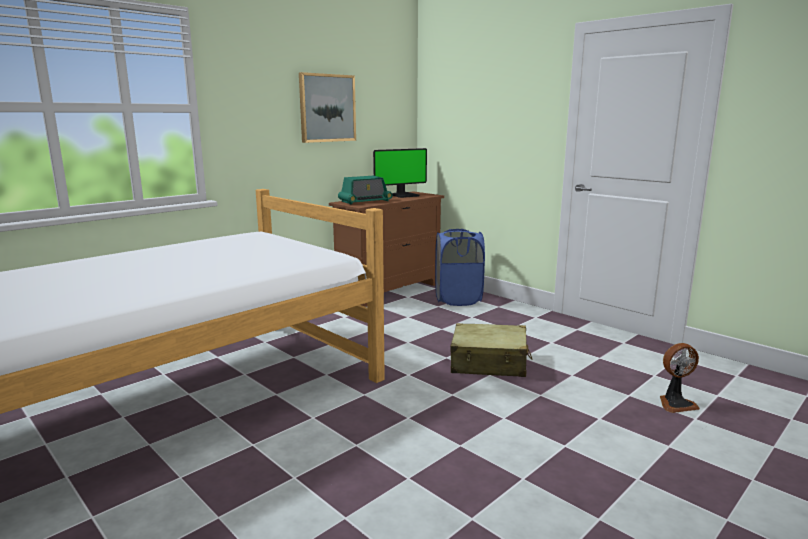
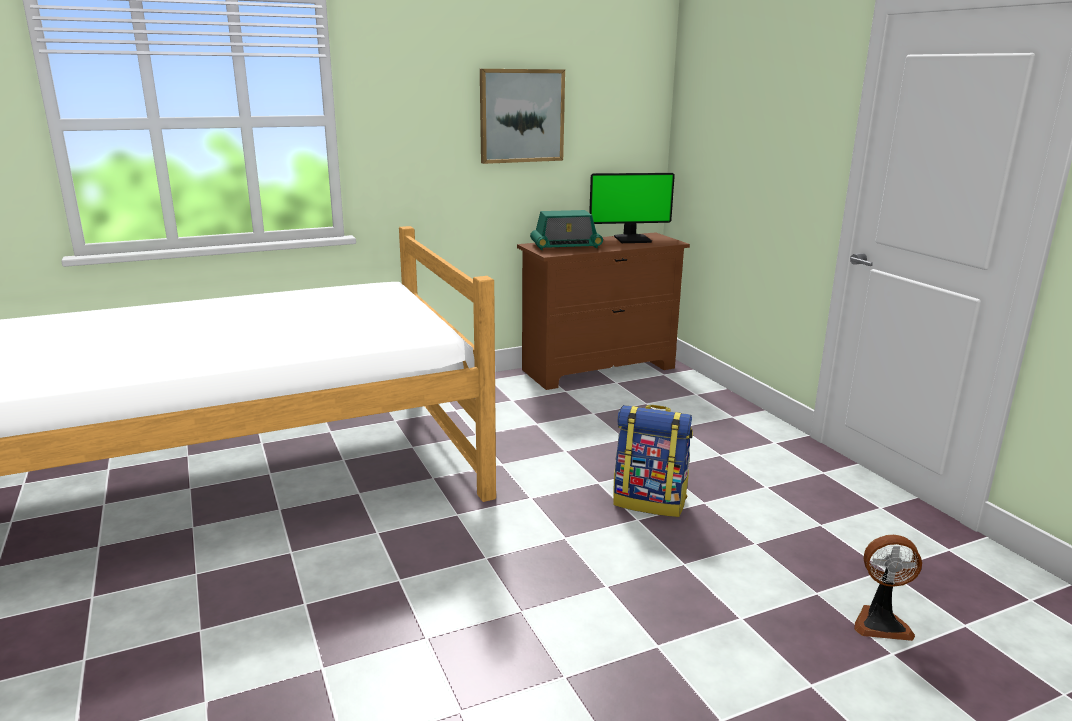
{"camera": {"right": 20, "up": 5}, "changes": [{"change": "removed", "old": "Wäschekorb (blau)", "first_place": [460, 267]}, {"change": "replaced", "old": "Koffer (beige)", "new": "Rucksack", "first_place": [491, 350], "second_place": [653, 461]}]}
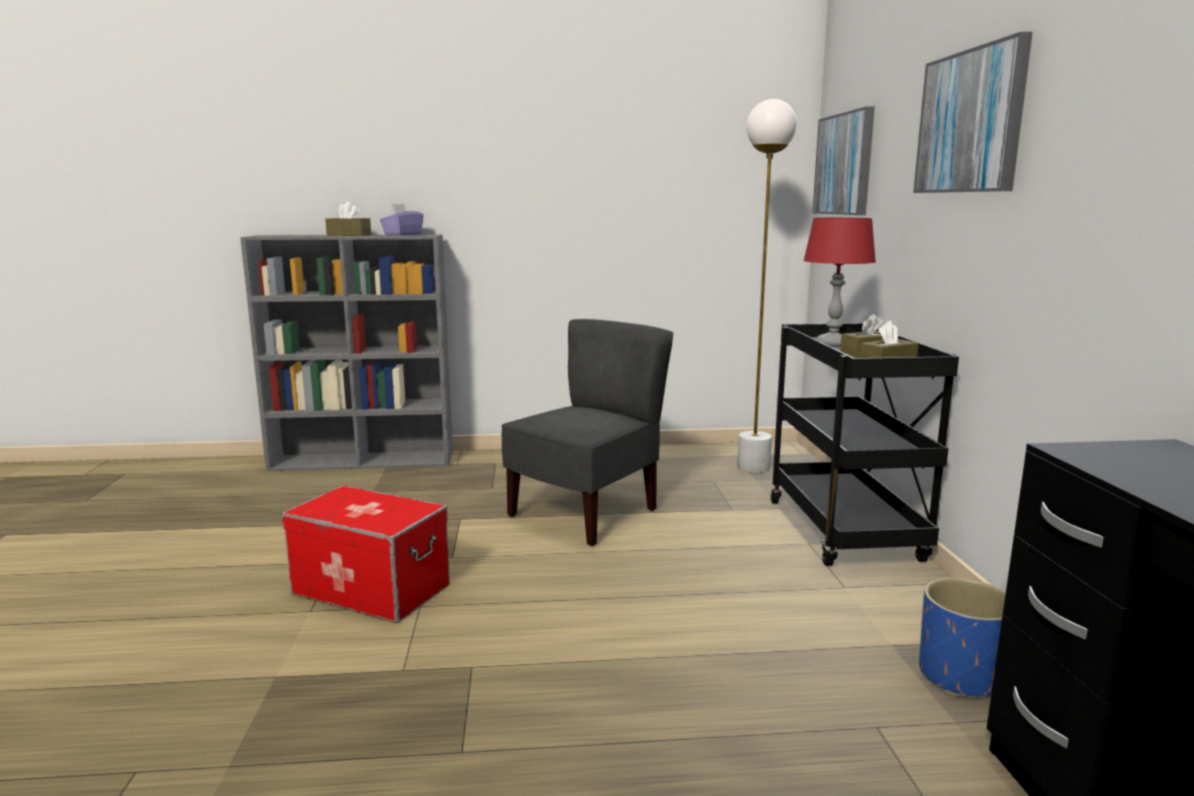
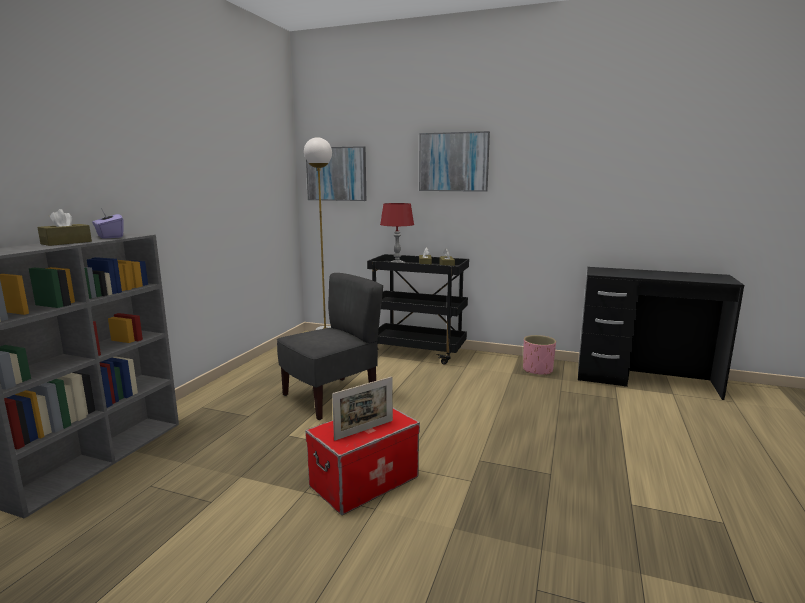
{"camera": {"right": -65, "up": 0}, "changes": [{"change": "added", "new": "Bilderrahmen", "second_place": [362, 409]}, {"change": "recoloured", "old": "Pflanzkübel (blau)", "new": "Pflanzkübel (rosa)", "first_place": [962, 637], "second_place": [539, 355]}, {"change": "turned", "old": "Stuhl (grau)", "first_place": [587, 432], "second_place": [330, 346], "degrees": 75}]}
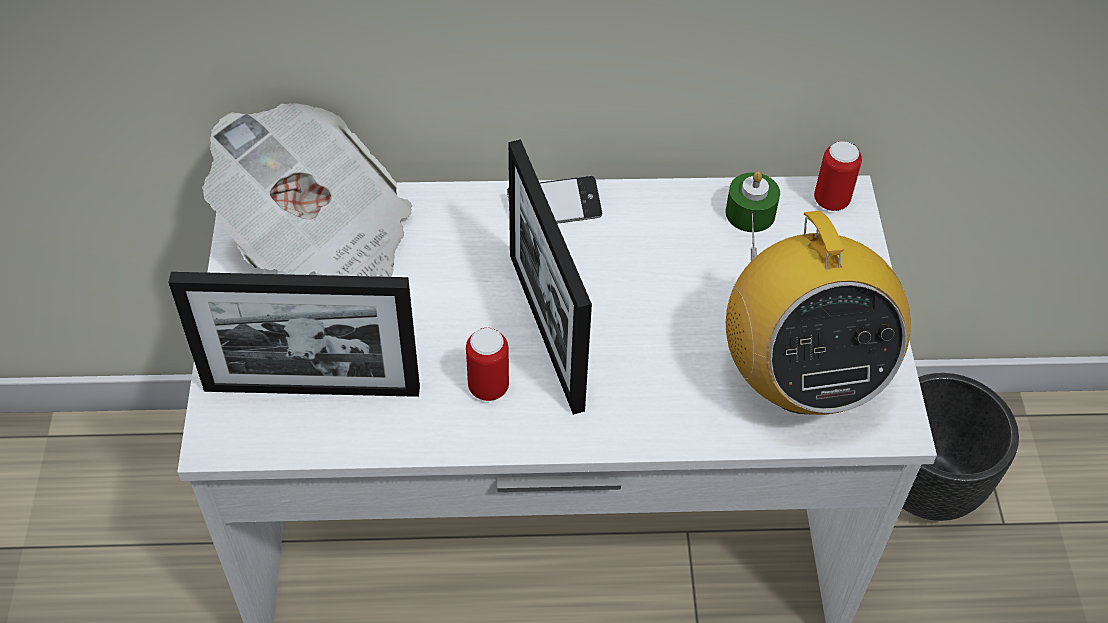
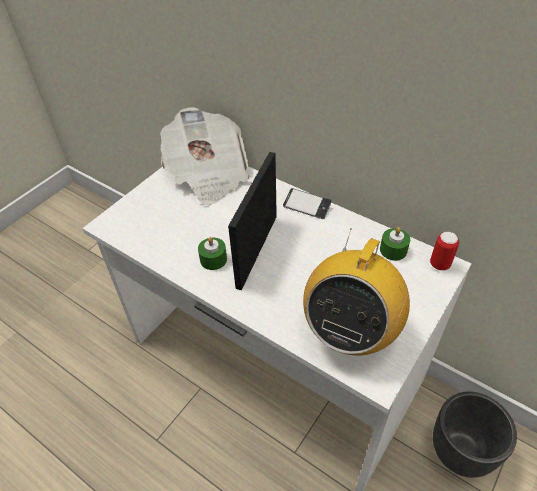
{"camera": {"right": 40, "up": -5}, "changes": [{"change": "removed", "old": "Bilderrahmen", "first_place": [294, 334]}, {"change": "replaced", "old": "Dose", "new": "Kerze (grün)", "first_place": [487, 364], "second_place": [212, 253]}]}
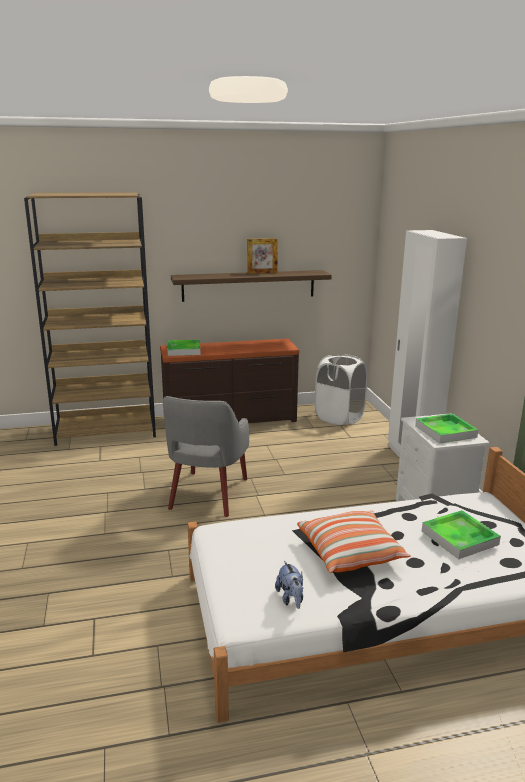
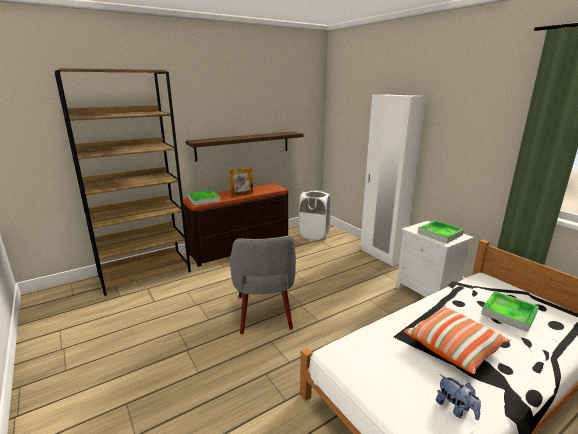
{"camera": {"right": -20, "up": 0}, "changes": [{"change": "moved", "old": "Bilderrahmen", "first_place": [262, 256], "second_place": [241, 182]}]}
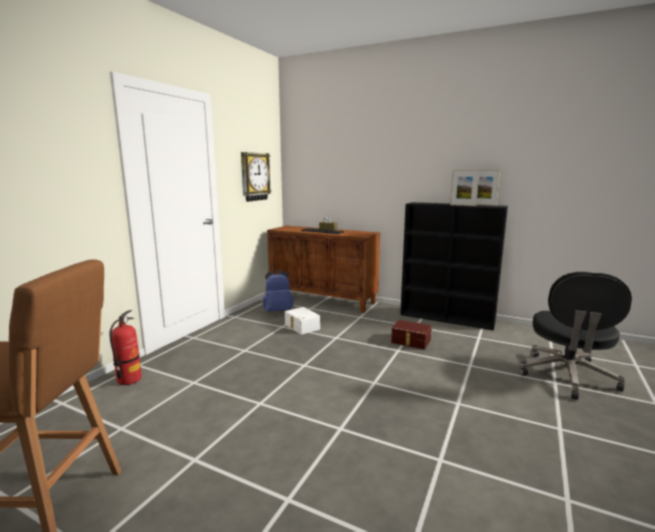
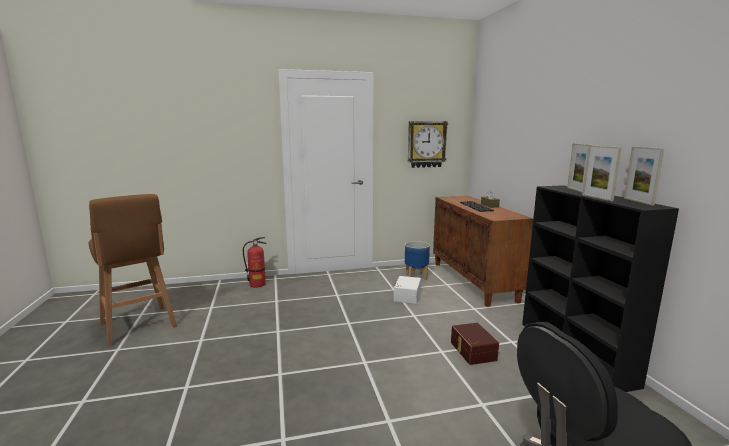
{"camera": {"right": 50, "up": 0}, "changes": [{"change": "added", "new": "Bilderrahmen", "second_place": [580, 167]}, {"change": "replaced", "old": "Rucksack (blau)", "new": "Pflanzkübel", "first_place": [278, 291], "second_place": [417, 260]}]}
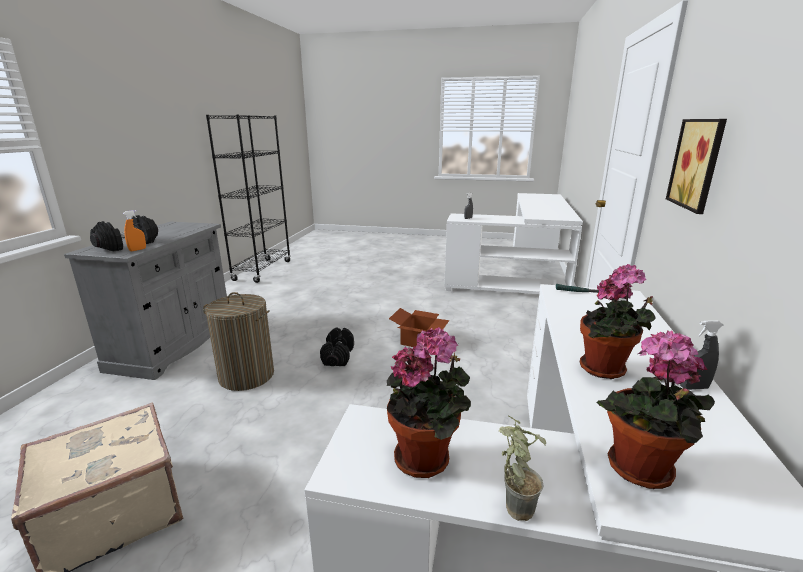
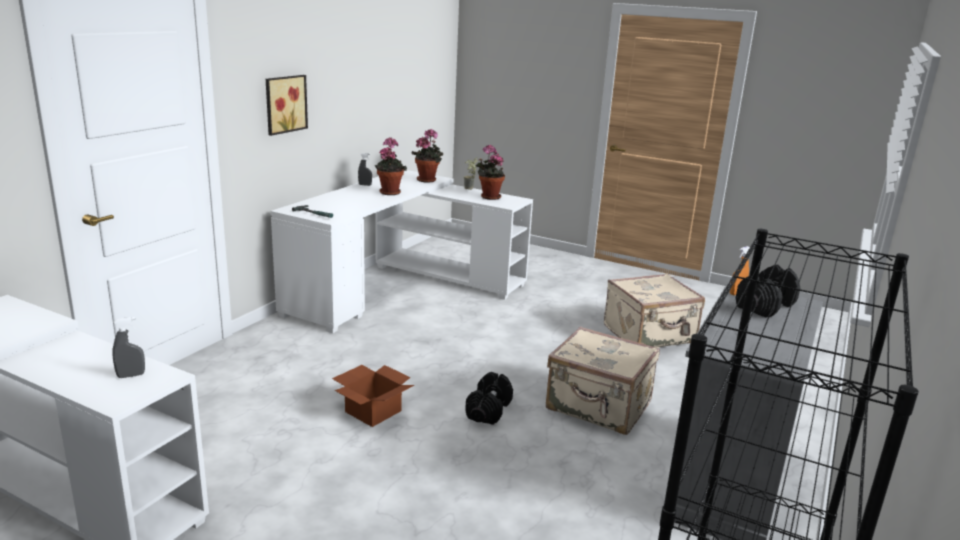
{"camera": {"right": -165, "up": 0}, "changes": [{"change": "replaced", "old": "Wäschekorb", "new": "Koffer (beige)", "first_place": [238, 341], "second_place": [603, 380]}]}
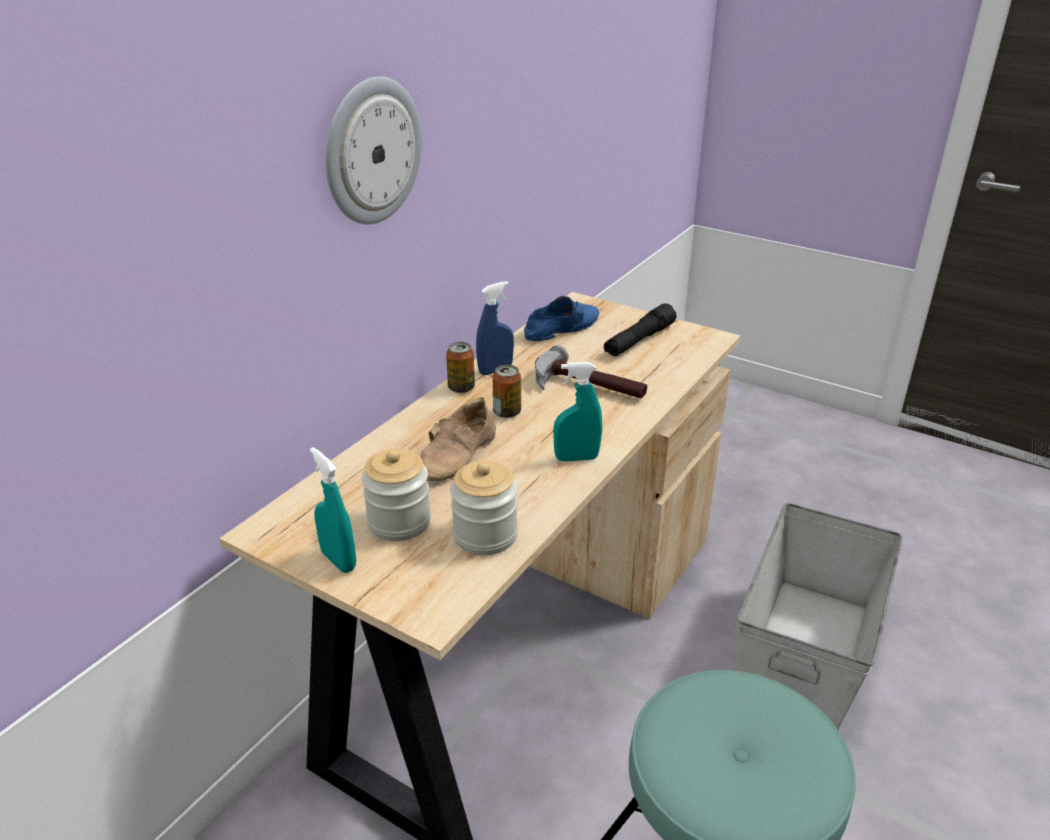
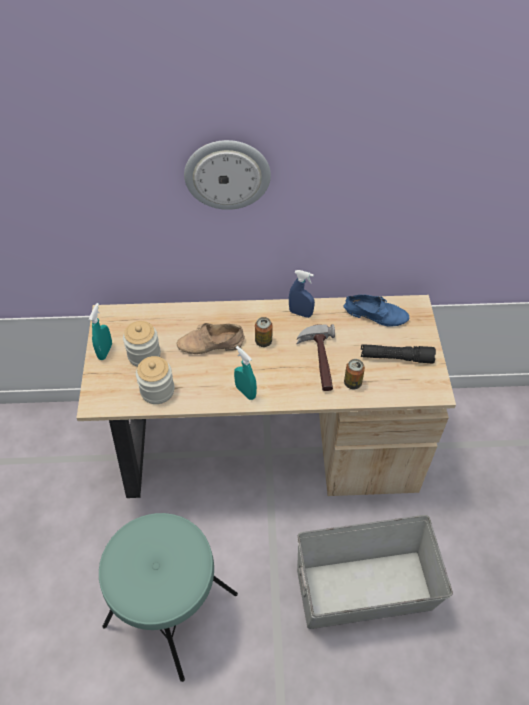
{"camera": {"right": 55, "up": 20}, "changes": [{"change": "moved", "old": "Dose", "first_place": [460, 367], "second_place": [354, 374]}]}
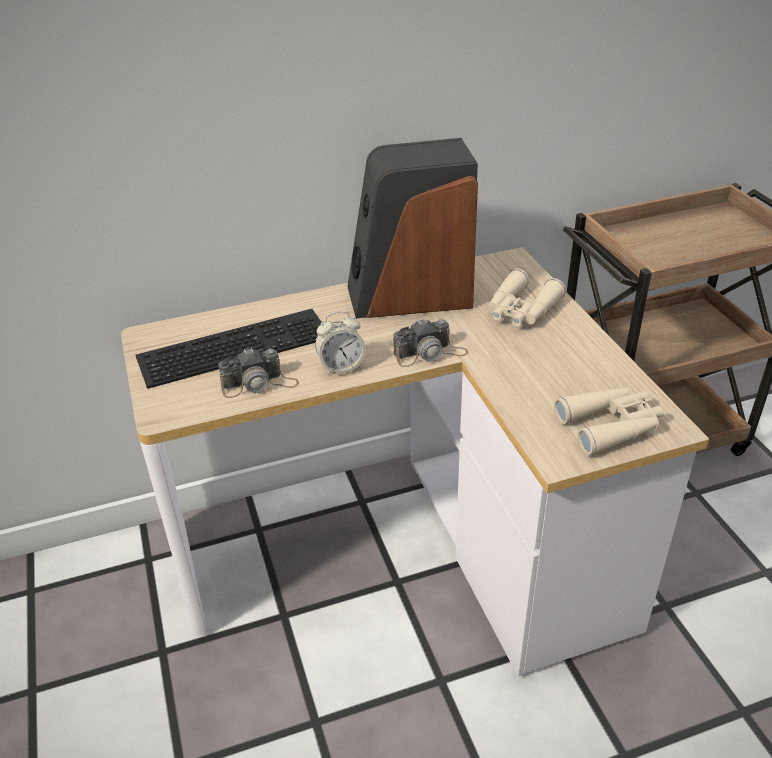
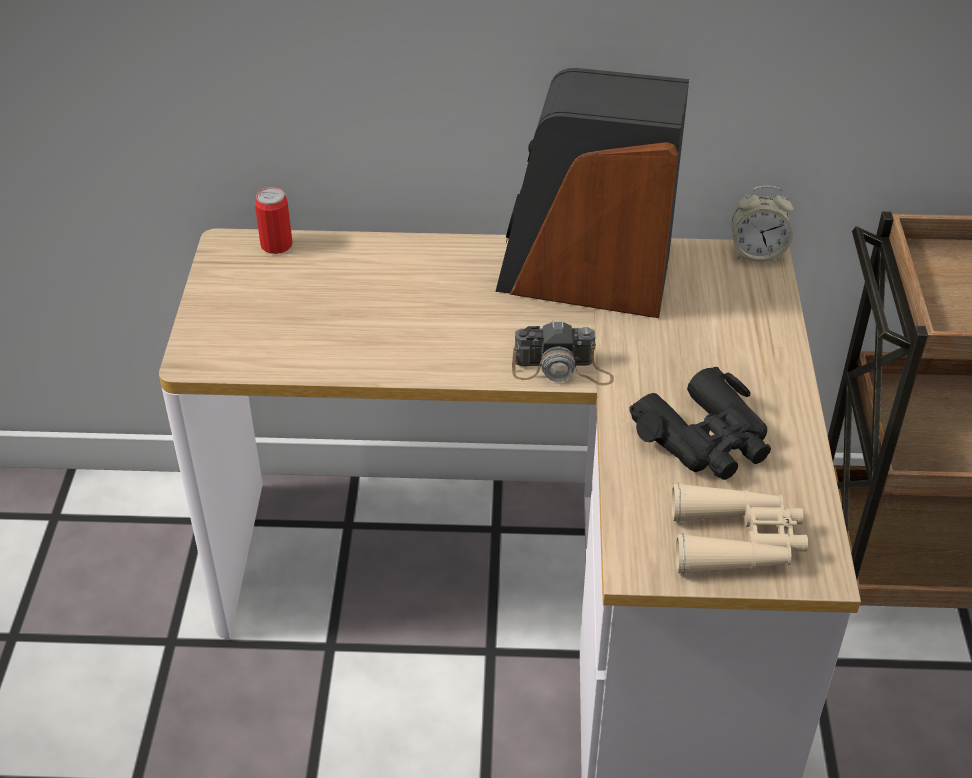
{"camera": {"right": 20, "up": 5}, "changes": [{"change": "removed", "old": "Tastatur", "first_place": [228, 349]}, {"change": "removed", "old": "Kamera", "first_place": [258, 372]}, {"change": "removed", "old": "Fernglas (beige)", "first_place": [526, 297]}, {"change": "added", "new": "Dose", "second_place": [274, 220]}, {"change": "added", "new": "Fernglas (schwarz)", "second_place": [700, 423]}, {"change": "moved", "old": "Wecker", "first_place": [340, 343], "second_place": [762, 224]}]}
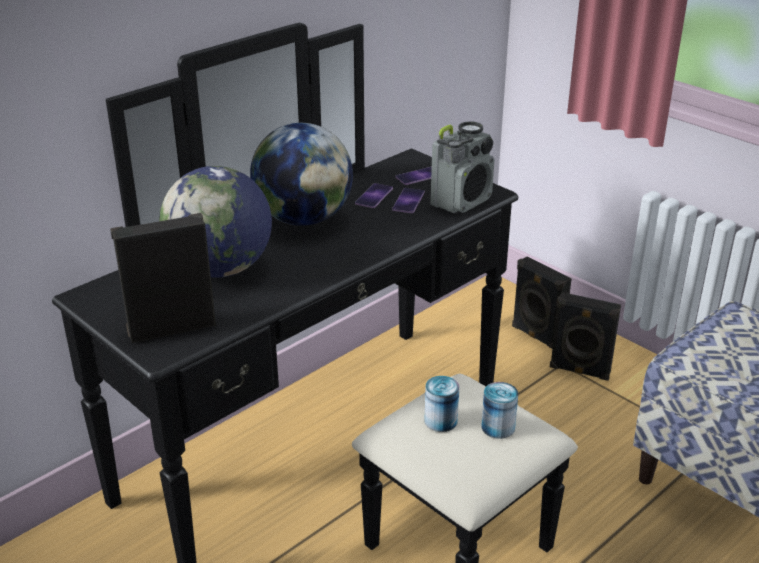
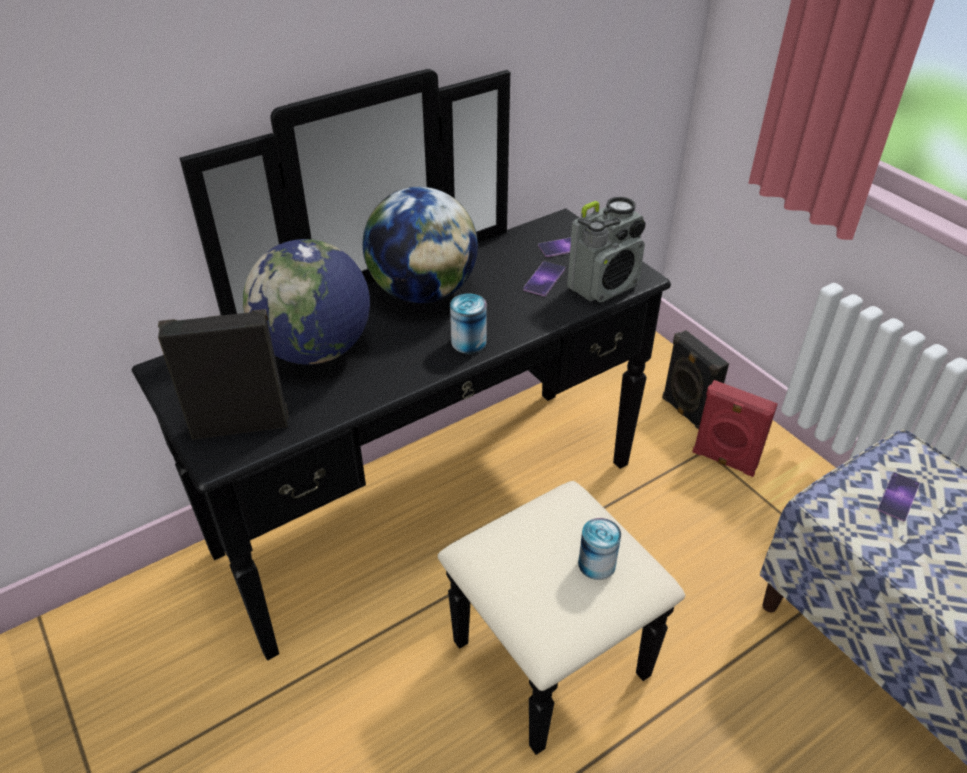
{"camera": {"right": 10, "up": 10}, "changes": [{"change": "moved", "old": "Handy", "first_place": [374, 195], "second_place": [898, 496]}, {"change": "moved", "old": "Dose", "first_place": [441, 404], "second_place": [468, 324]}, {"change": "recoloured", "old": "Lautsprecher (schwarz)", "new": "Lautsprecher (rot)", "first_place": [585, 336], "second_place": [735, 428]}]}
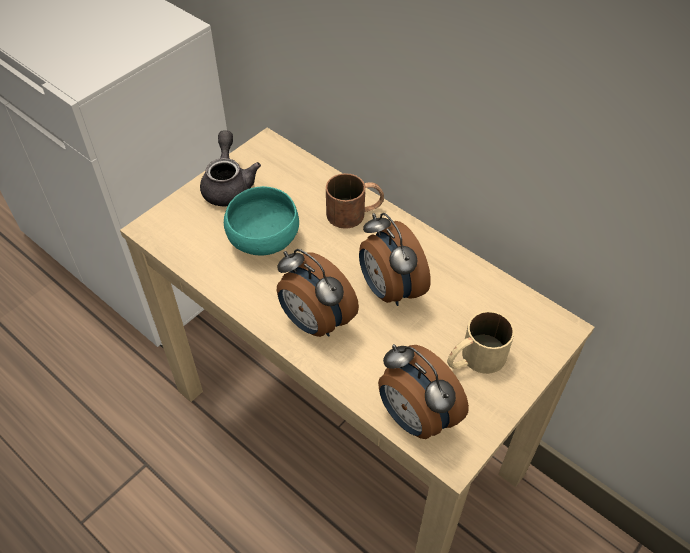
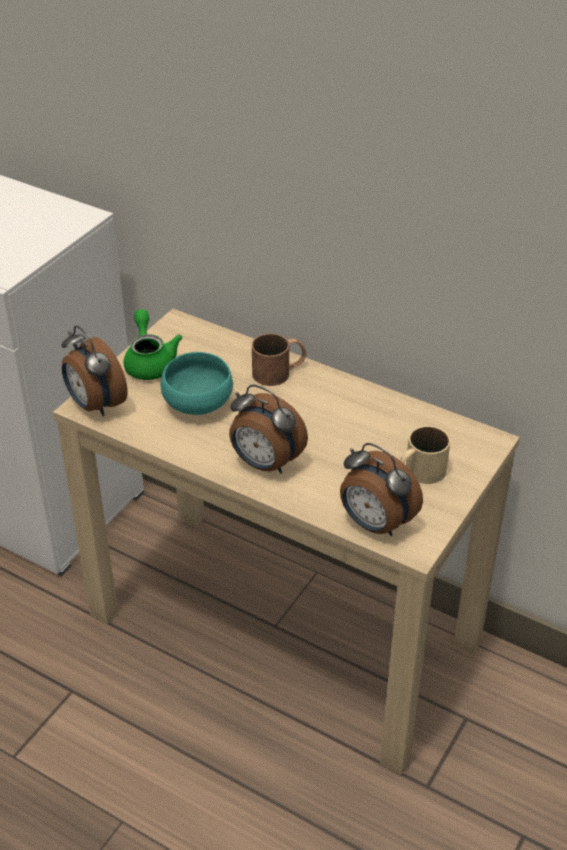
{"camera": {"right": -10, "up": -10}, "changes": [{"change": "moved", "old": "Wecker", "first_place": [395, 259], "second_place": [95, 370]}, {"change": "recoloured", "old": "Teekanne (grau)", "new": "Teekanne (grün)", "first_place": [230, 168], "second_place": [152, 344]}]}
